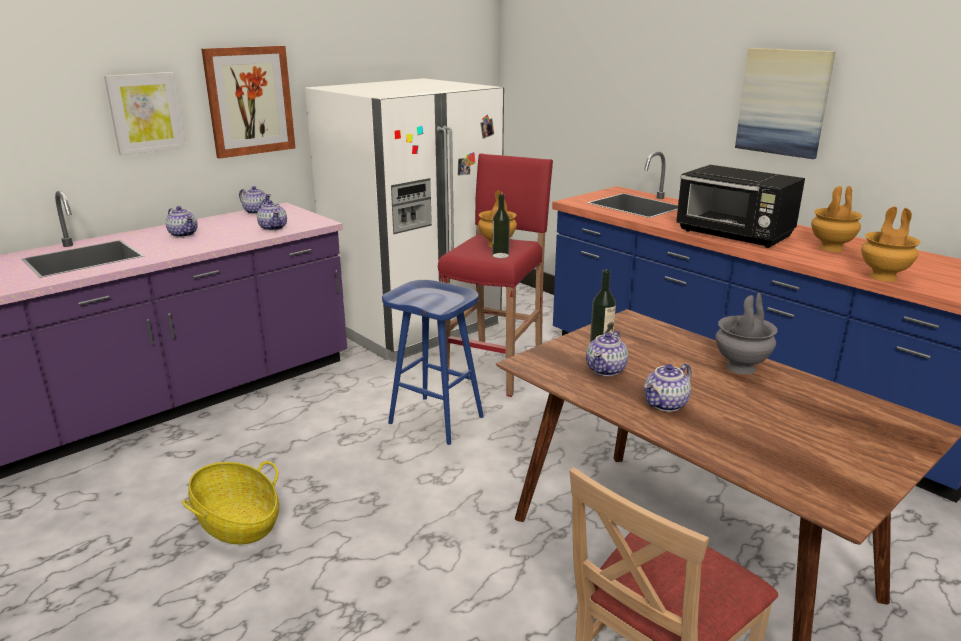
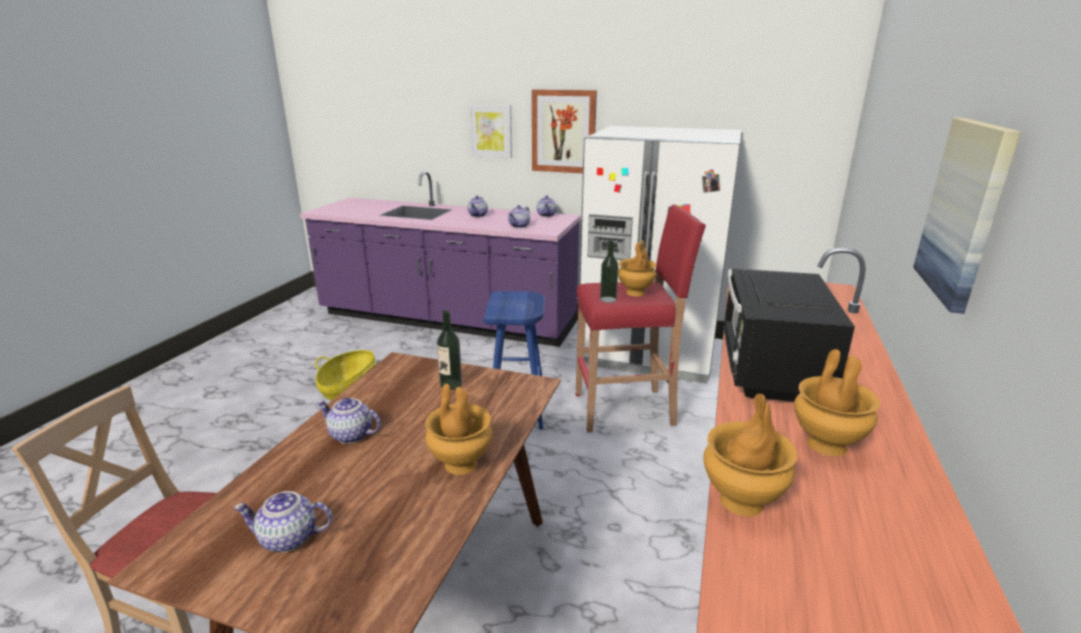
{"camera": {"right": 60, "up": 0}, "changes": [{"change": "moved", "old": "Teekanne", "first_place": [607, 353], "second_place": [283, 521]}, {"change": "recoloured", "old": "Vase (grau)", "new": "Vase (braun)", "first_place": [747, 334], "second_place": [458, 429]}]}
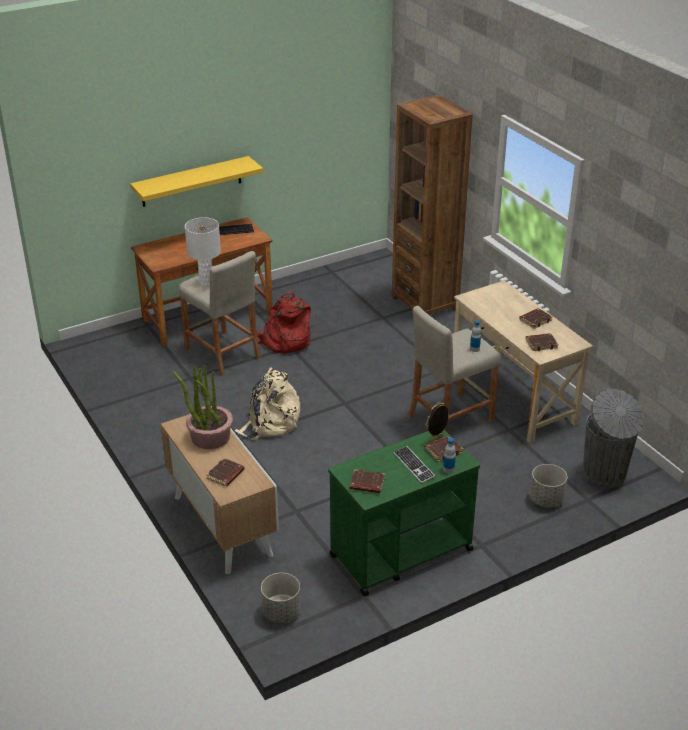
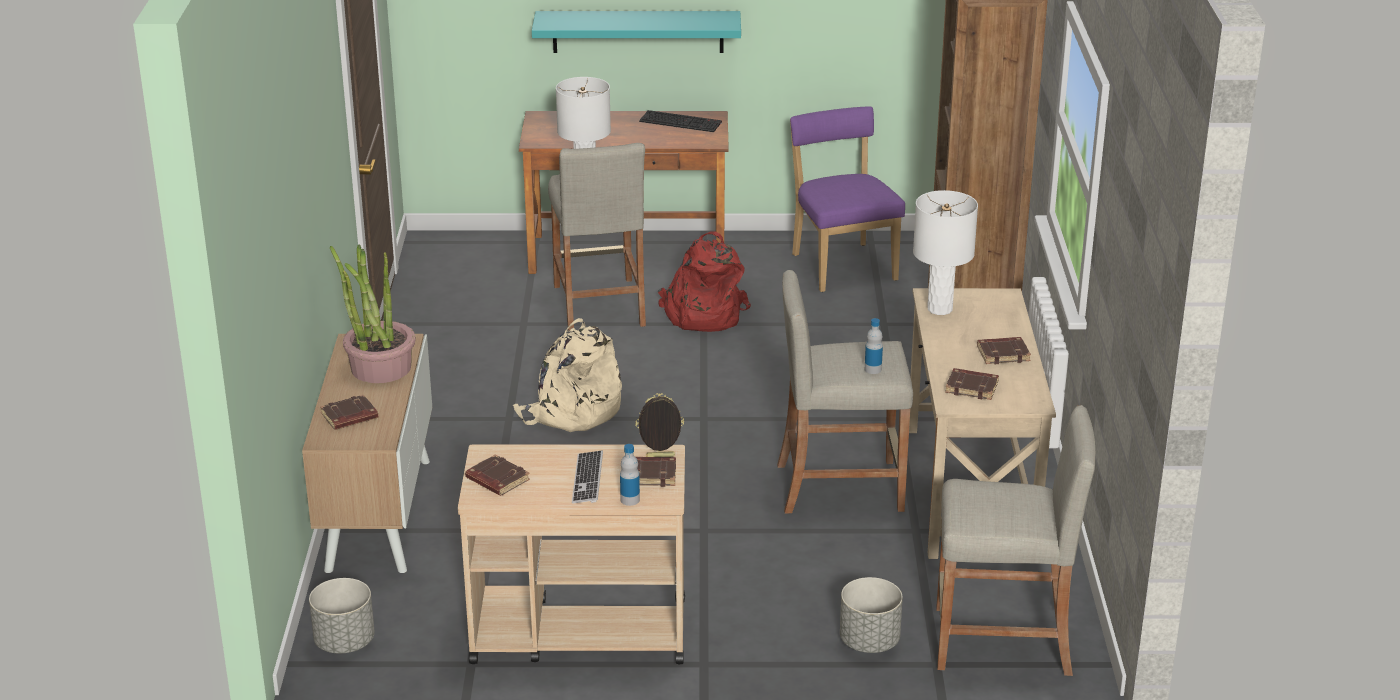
{"camera": {"right": 30, "up": -5}, "changes": [{"change": "added", "new": "Stuhl (lila)", "second_place": [847, 199]}, {"change": "added", "new": "Tischlampe (weiß)", "second_place": [945, 252]}, {"change": "replaced", "old": "Mülleimer (grau)", "new": "Hocker (beige)", "first_place": [613, 438], "second_place": [1015, 540]}, {"change": "recoloured", "old": "Wandregal (gelb)", "new": "Wandregal (türkis)", "first_place": [196, 181], "second_place": [636, 32]}, {"change": "recoloured", "old": "Rollwagen (grün)", "new": "Rollwagen (beige)", "first_place": [404, 513], "second_place": [571, 554]}]}
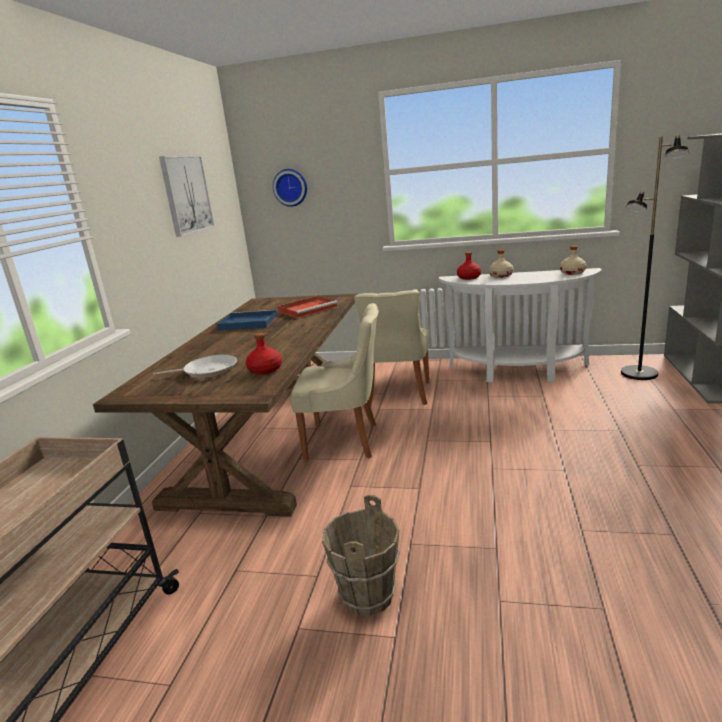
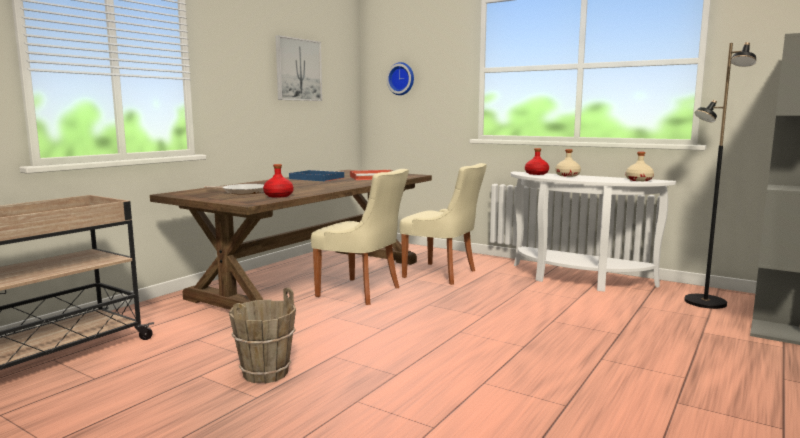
{"camera": {"right": 20, "up": -10}, "changes": [{"change": "turned", "old": "Stuhl (beige)", "first_place": [391, 348], "second_place": [443, 224], "degrees": -90}]}
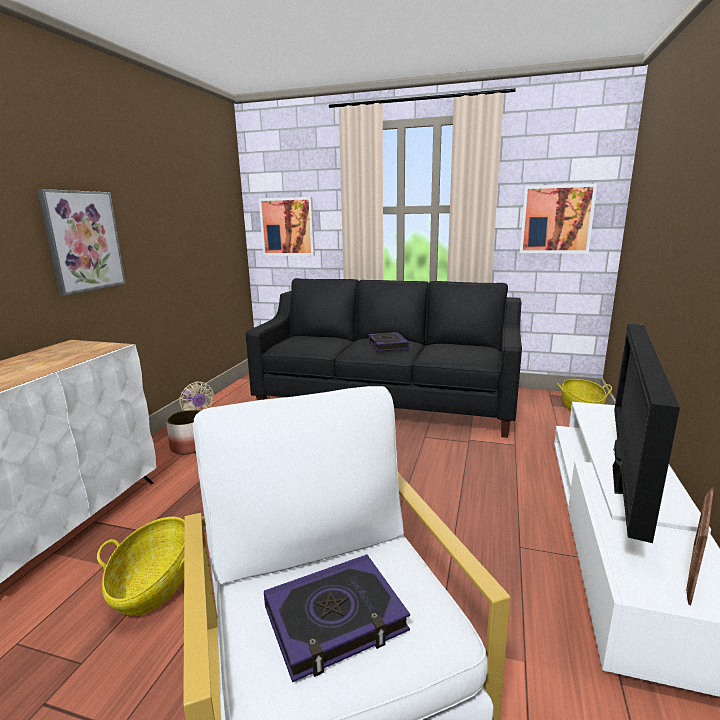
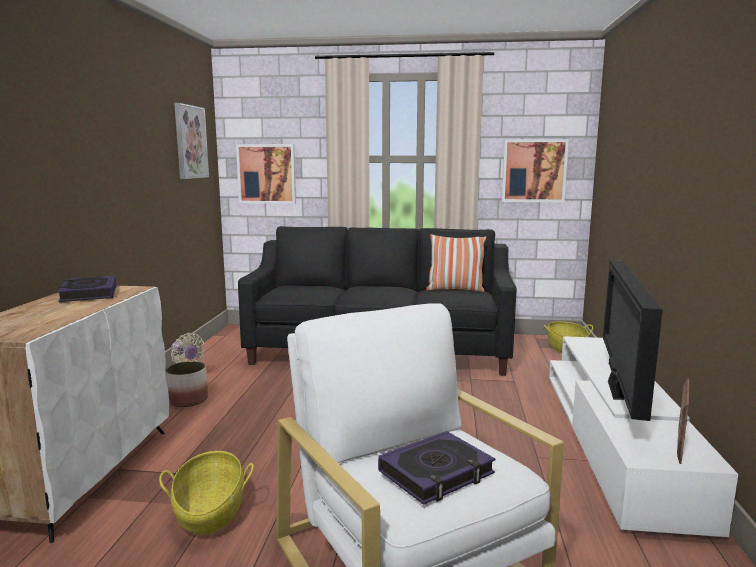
{"camera": {"right": -10, "up": -5}, "changes": [{"change": "added", "new": "Kissen", "second_place": [456, 263]}, {"change": "moved", "old": "Bild", "first_place": [81, 242], "second_place": [191, 141]}, {"change": "moved", "old": "Buch", "first_place": [388, 341], "second_place": [86, 289]}]}
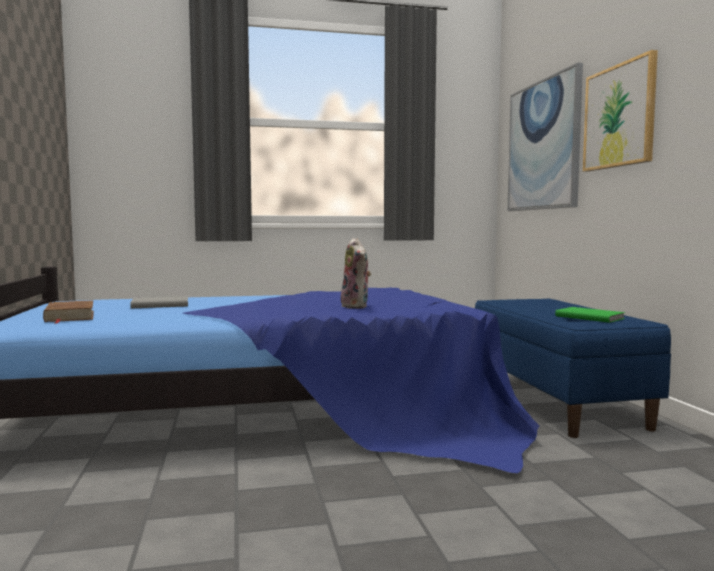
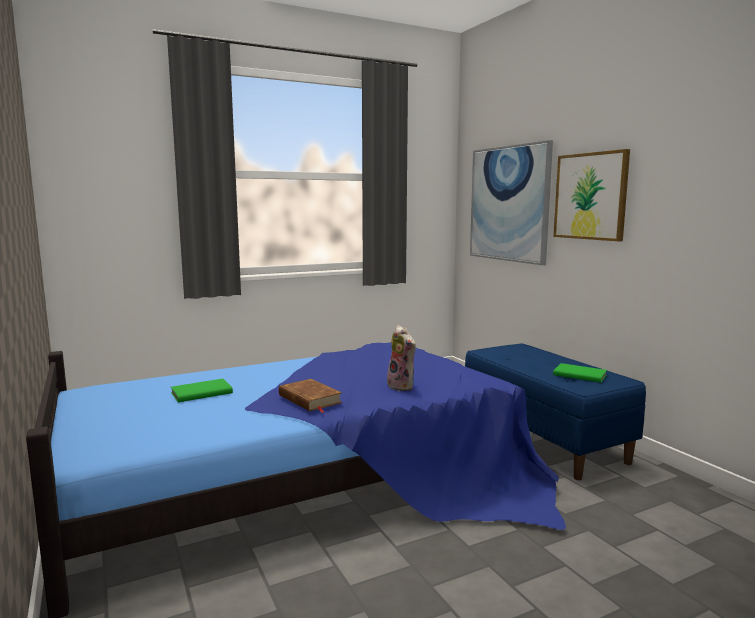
{"camera": {"right": -15, "up": 5}, "changes": [{"change": "moved", "old": "Buch (braun)", "first_place": [68, 312], "second_place": [310, 396]}, {"change": "recoloured", "old": "Buch (grau)", "new": "Buch (grün)", "first_place": [159, 302], "second_place": [202, 390]}]}
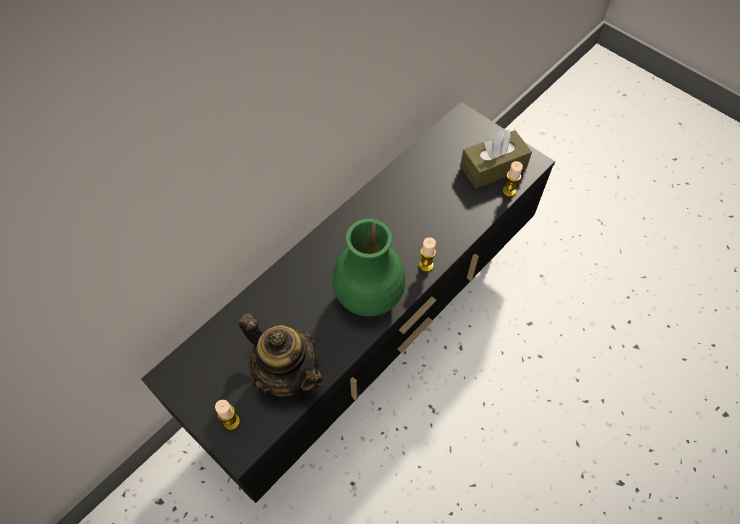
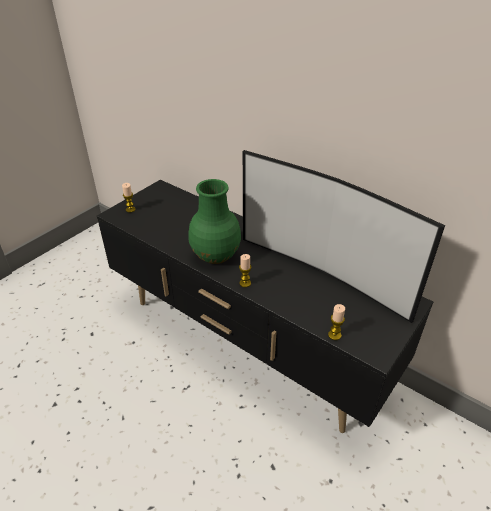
{"camera": {"right": 85, "up": -20}, "changes": [{"change": "removed", "old": "Teekanne", "first_place": [281, 355]}, {"change": "removed", "old": "Taschentuchbox (braun)", "first_place": [496, 159]}, {"change": "added", "new": "Fernseher", "second_place": [344, 236]}]}
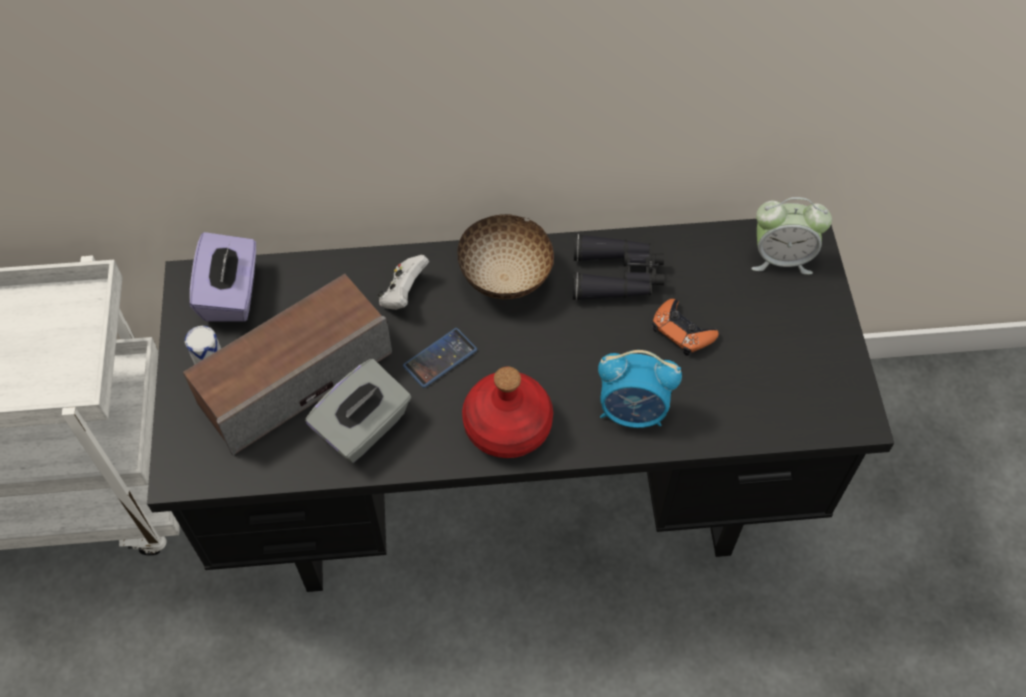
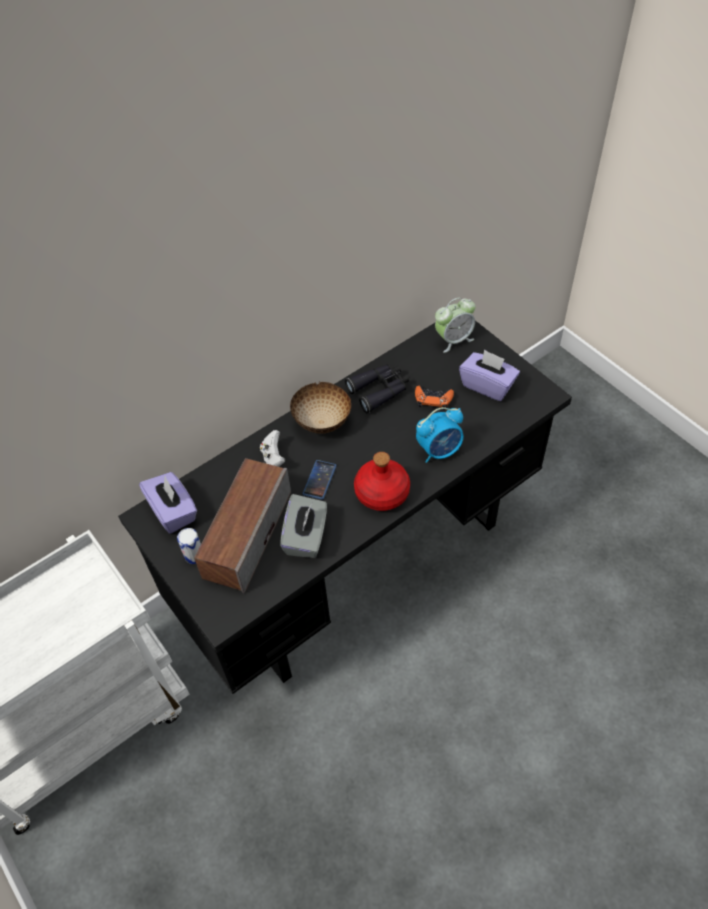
{"camera": {"right": -30, "up": -5}, "changes": [{"change": "added", "new": "Taschentuchbox (lila)", "second_place": [489, 375]}]}
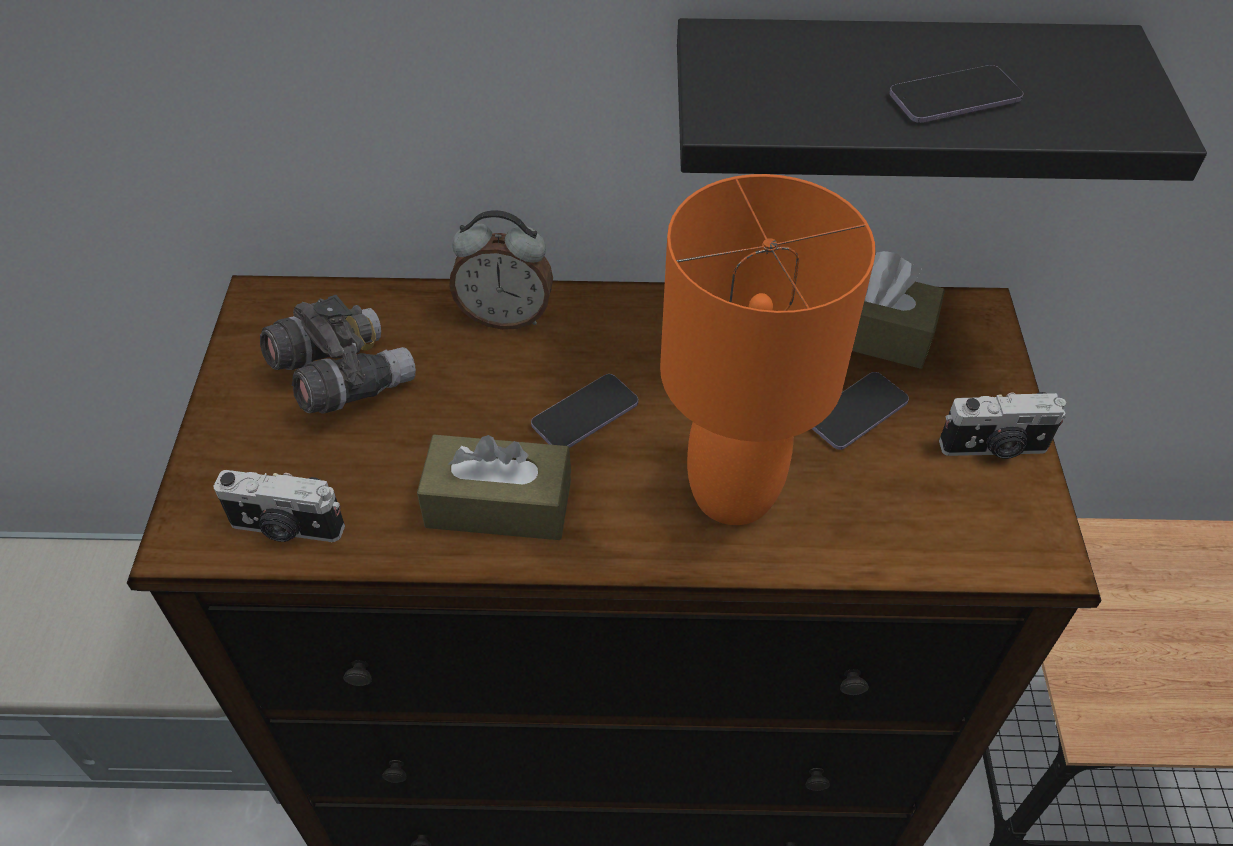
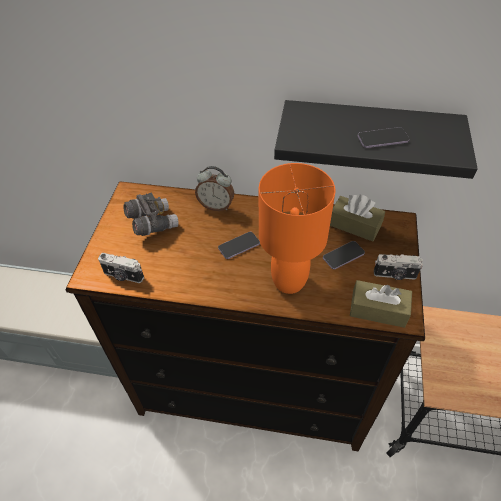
{"camera": {"right": 10, "up": 0}, "changes": [{"change": "moved", "old": "Taschentuchbox (braun)", "first_place": [494, 487], "second_place": [381, 304]}]}
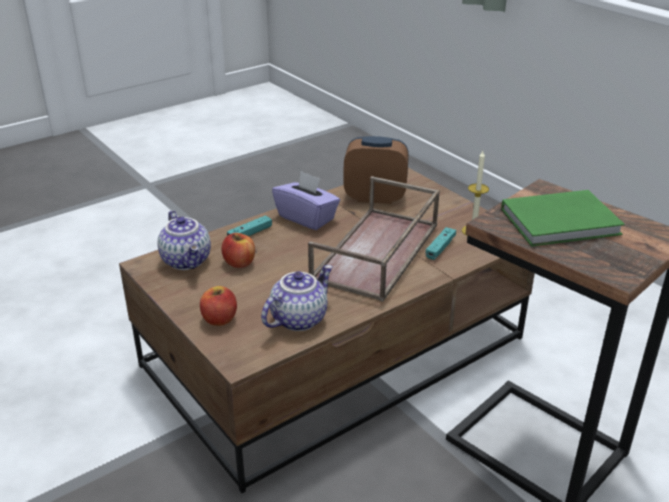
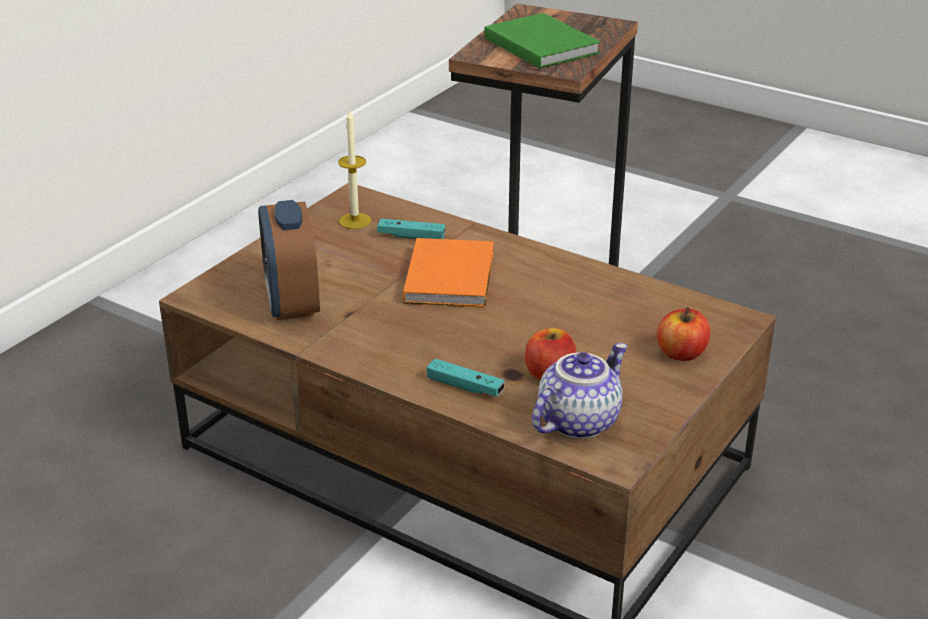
{"camera": {"right": -110, "up": 0}, "changes": [{"change": "removed", "old": "Teekanne", "first_place": [297, 298]}, {"change": "removed", "old": "Taschentuchbox (lila)", "first_place": [306, 200]}, {"change": "replaced", "old": "Tablett (braun)", "new": "Buch (orange)", "first_place": [374, 239], "second_place": [448, 273]}]}
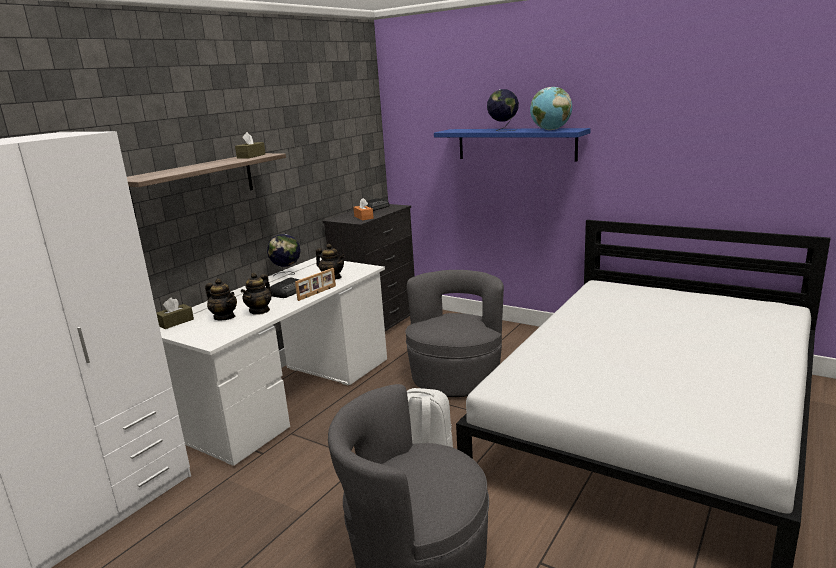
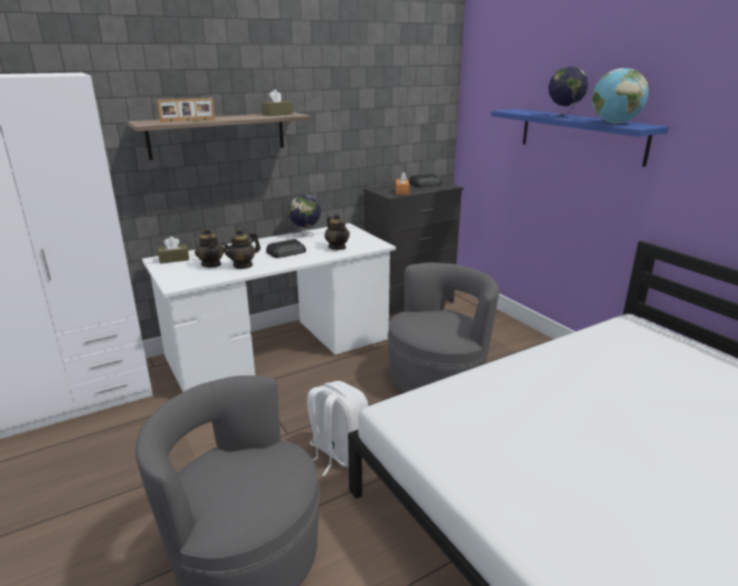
{"camera": {"right": 25, "up": 5}, "changes": [{"change": "moved", "old": "Bilderrahmen", "first_place": [315, 284], "second_place": [186, 110]}]}
